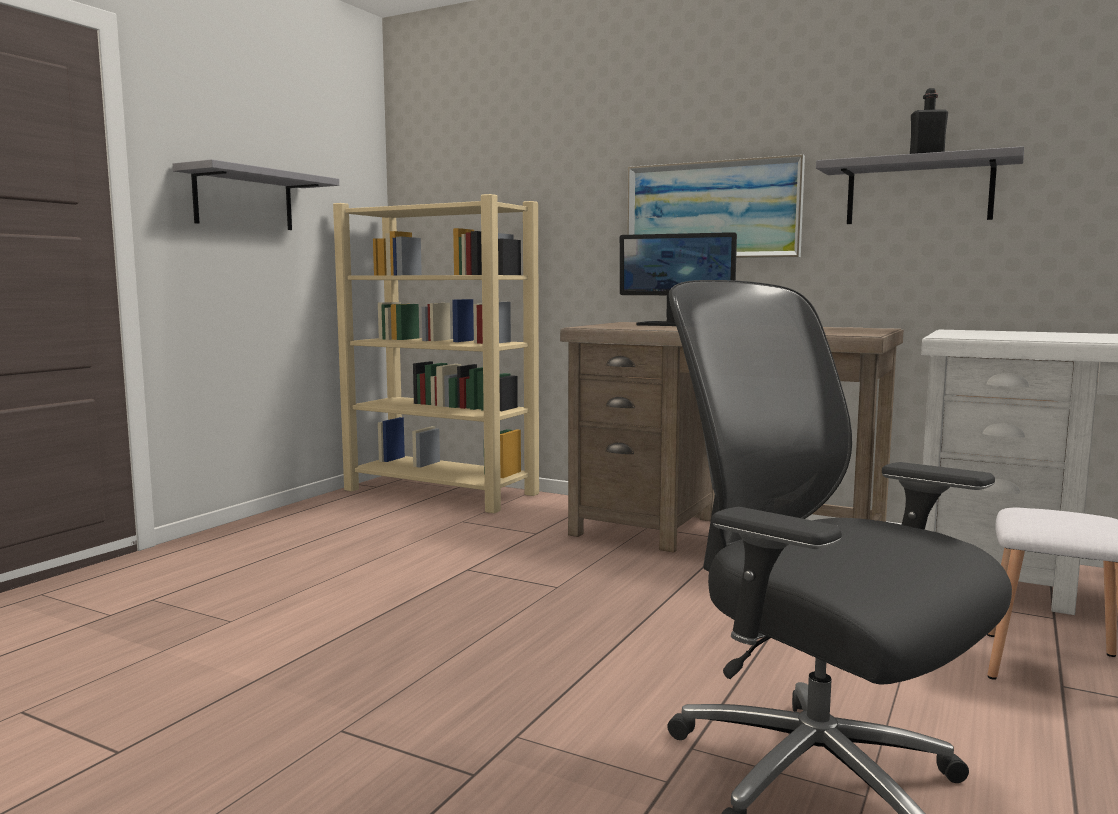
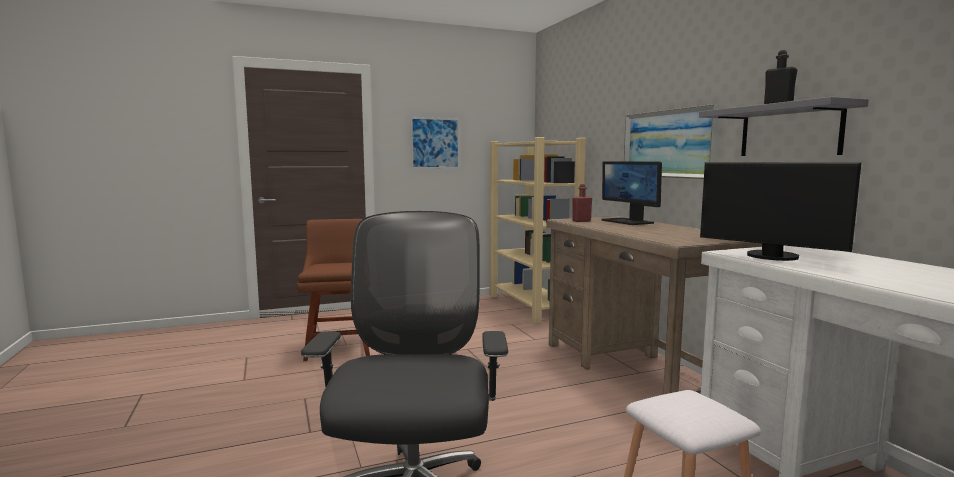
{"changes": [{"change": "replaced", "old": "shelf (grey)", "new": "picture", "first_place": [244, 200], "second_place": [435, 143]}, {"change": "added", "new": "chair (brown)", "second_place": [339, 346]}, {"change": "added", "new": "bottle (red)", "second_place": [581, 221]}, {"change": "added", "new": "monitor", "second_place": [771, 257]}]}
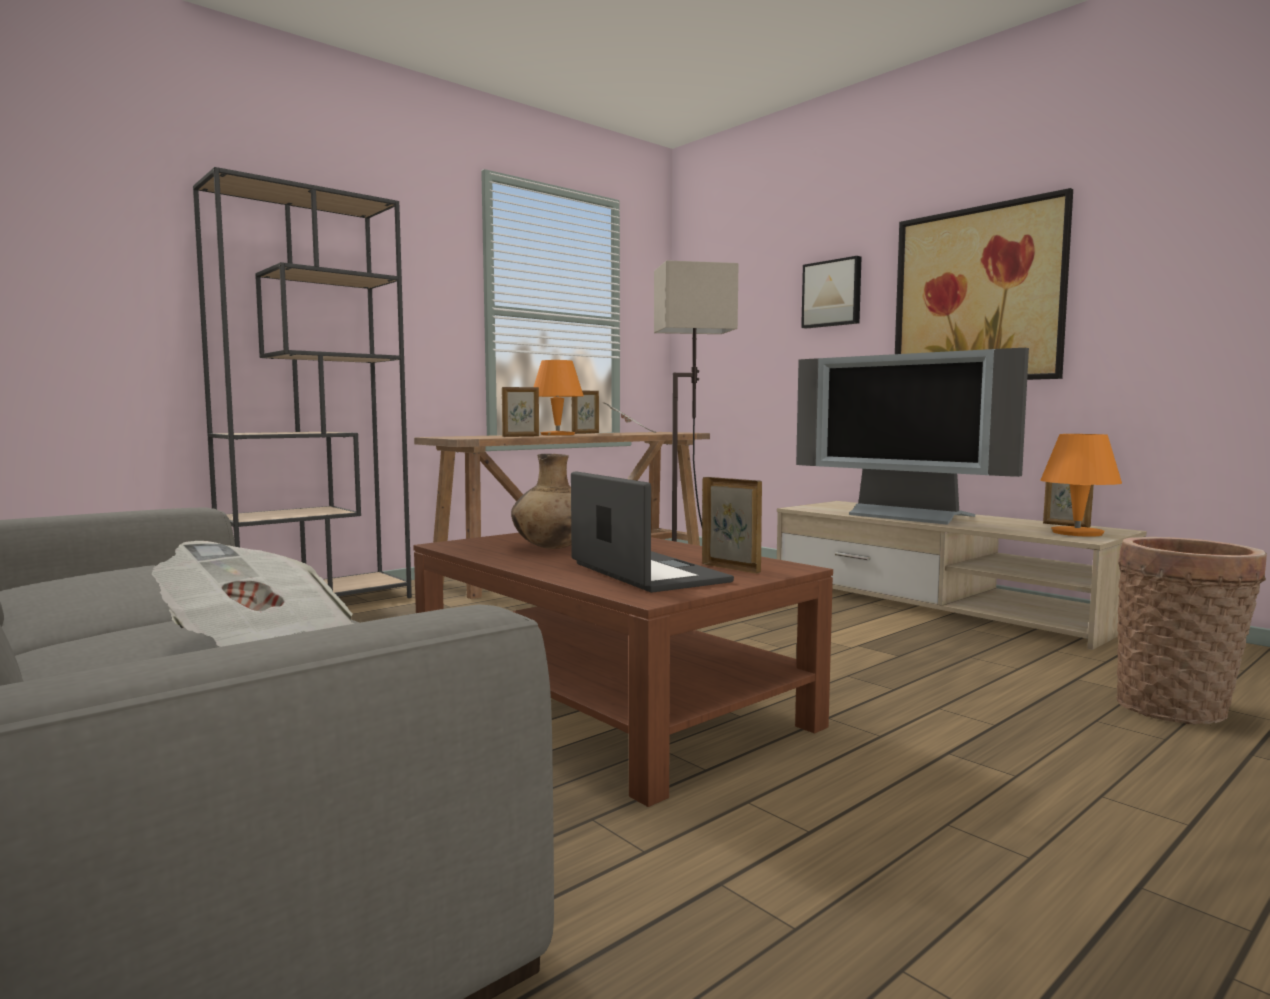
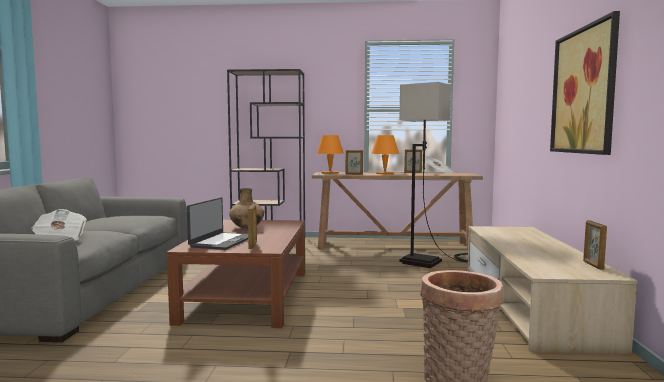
{"changes": [{"change": "removed", "old": "television", "first_place": [908, 517]}, {"change": "removed", "old": "picture", "first_place": [832, 293]}, {"change": "moved", "old": "table lamp (orange)", "first_place": [1076, 533], "second_place": [330, 173]}]}
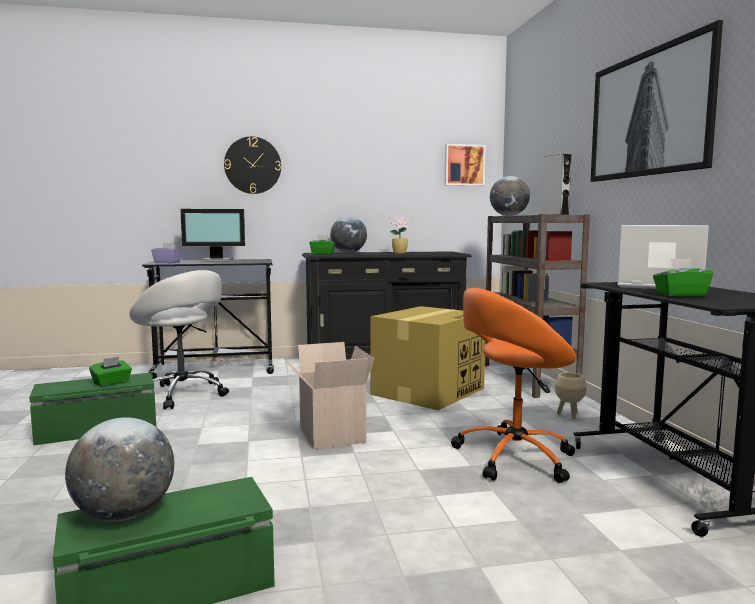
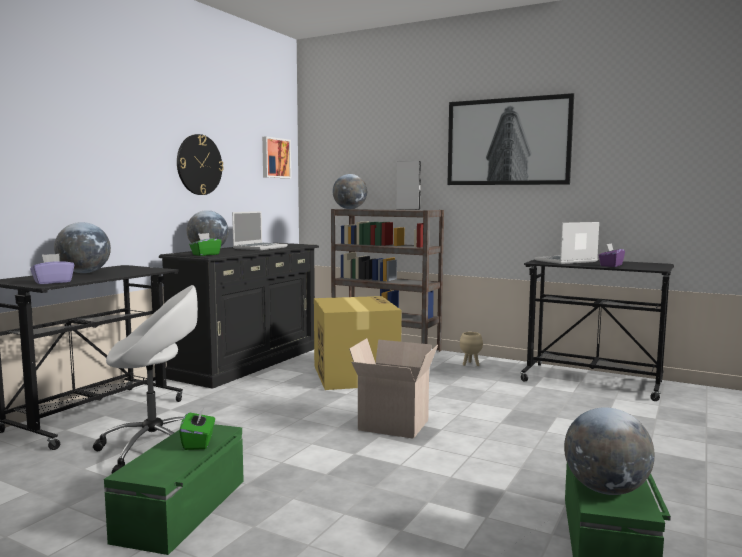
{"changes": [{"change": "replaced", "old": "monitor", "new": "globe", "first_place": [216, 260], "second_place": [84, 273]}, {"change": "moved", "old": "wall clock", "first_place": [252, 165], "second_place": [199, 164]}, {"change": "replaced", "old": "potted plant", "new": "laptop", "first_place": [400, 253], "second_place": [260, 248]}, {"change": "removed", "old": "office chair (orange)", "first_place": [511, 458]}, {"change": "recoloured", "old": "tissue box (green)", "new": "tissue box (purple)", "first_place": [680, 295], "second_place": [610, 265]}]}
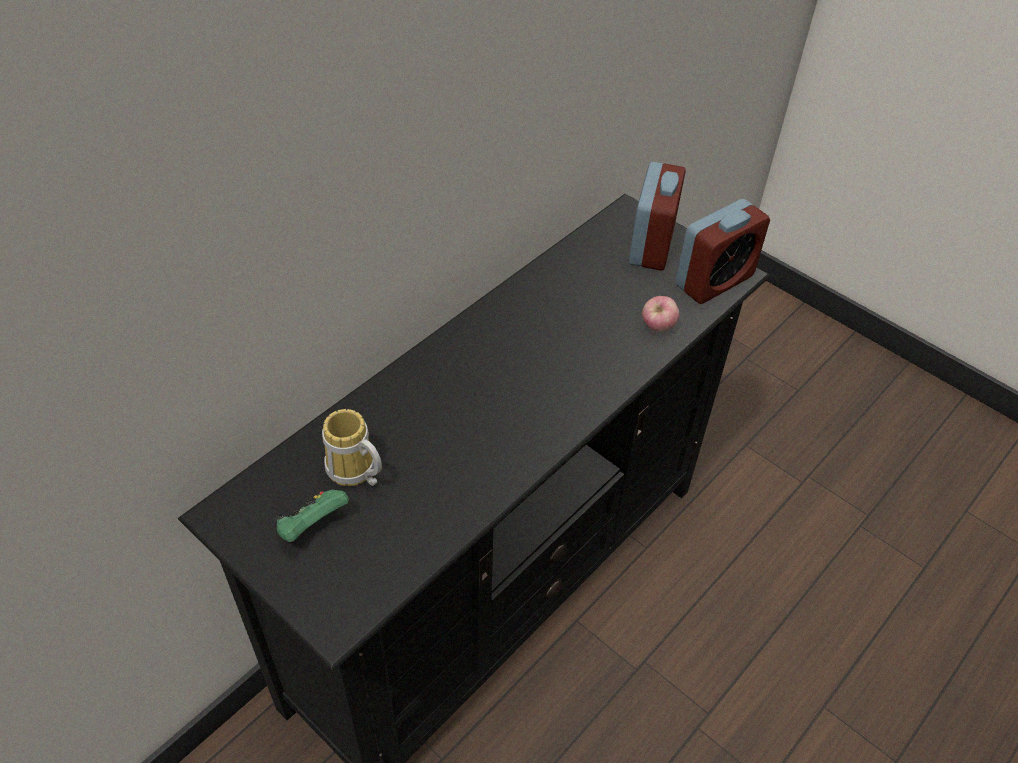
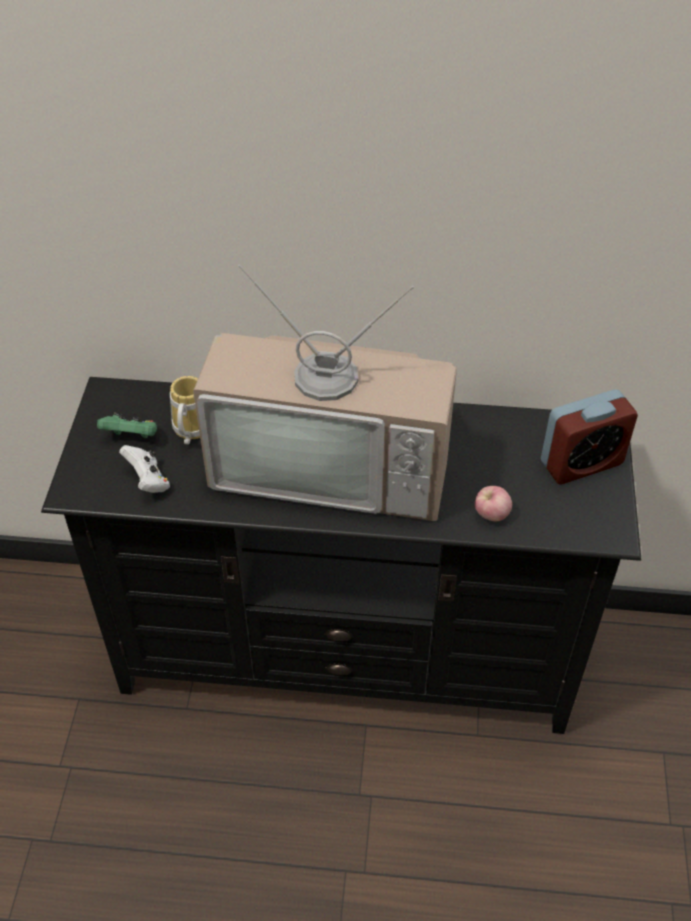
{"changes": [{"change": "removed", "old": "alarm clock", "first_place": [714, 281]}, {"change": "added", "new": "game controller (white)", "second_place": [148, 481]}, {"change": "added", "new": "television", "second_place": [333, 464]}]}
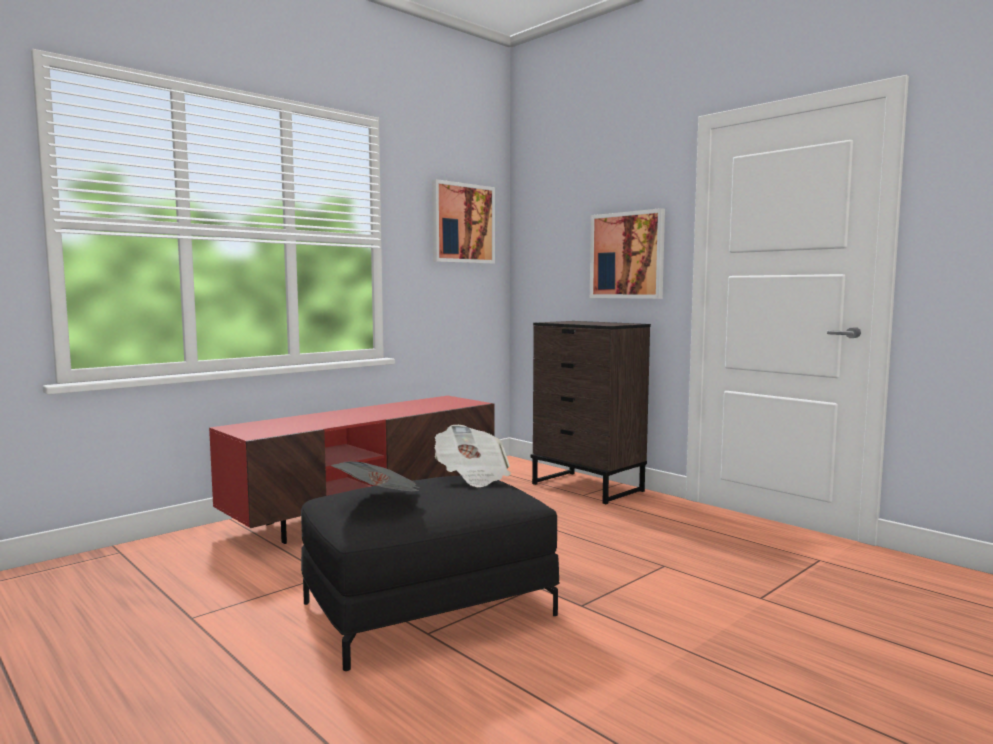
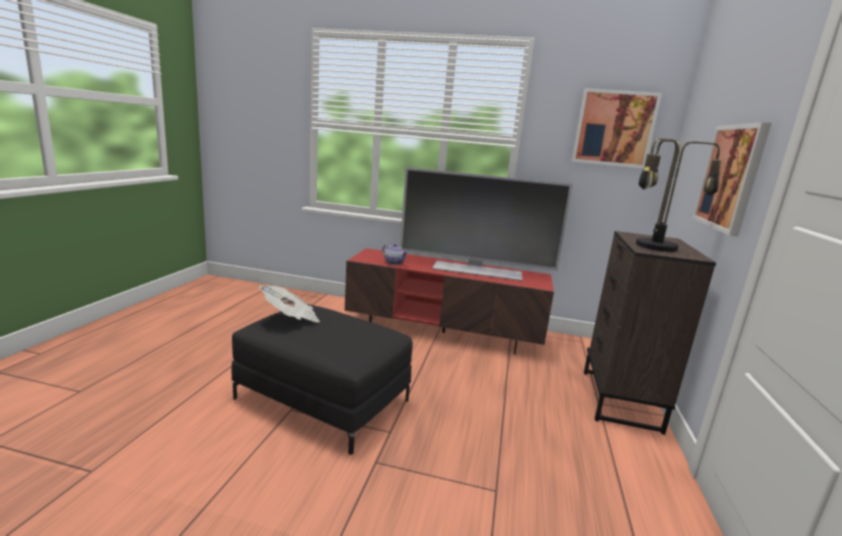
{"changes": [{"change": "removed", "old": "newspaper", "first_place": [472, 476]}, {"change": "added", "new": "teapot", "second_place": [394, 262]}, {"change": "added", "new": "television", "second_place": [477, 270]}, {"change": "added", "new": "table lamp", "second_place": [655, 246]}]}
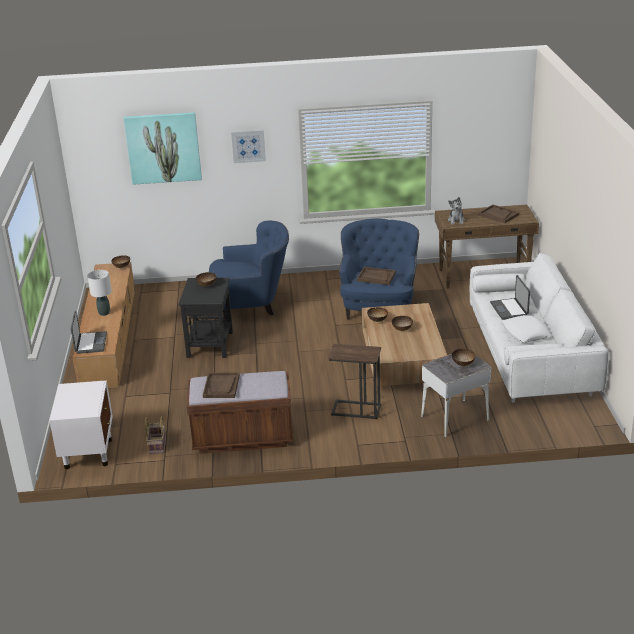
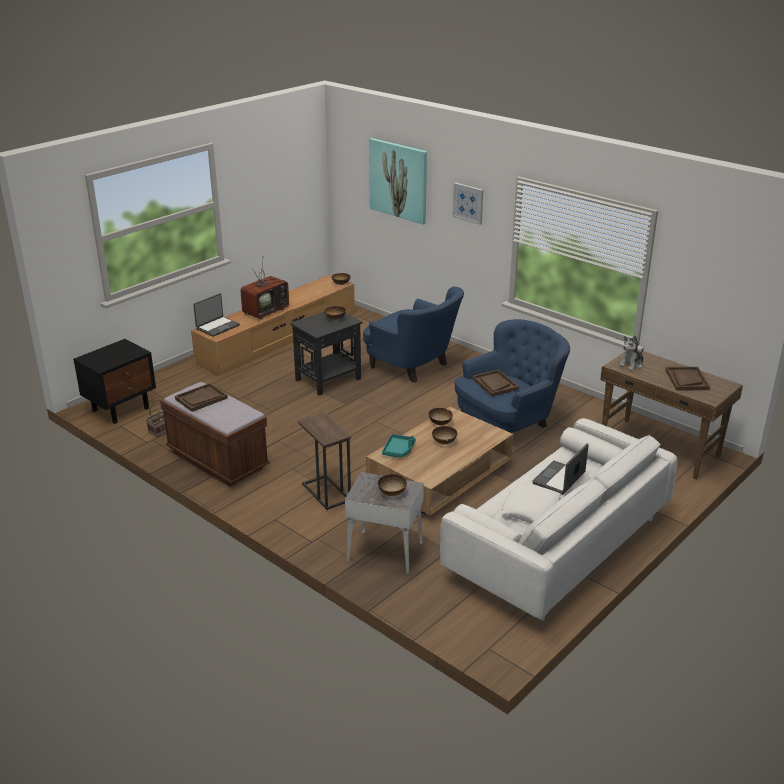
{"changes": [{"change": "recoloured", "old": "nightstand (white)", "new": "nightstand (black)", "first_place": [88, 453], "second_place": [121, 408]}, {"change": "replaced", "old": "table lamp (white)", "new": "television", "first_place": [104, 313], "second_place": [266, 311]}, {"change": "added", "new": "tray (turquoise)", "second_place": [399, 450]}]}
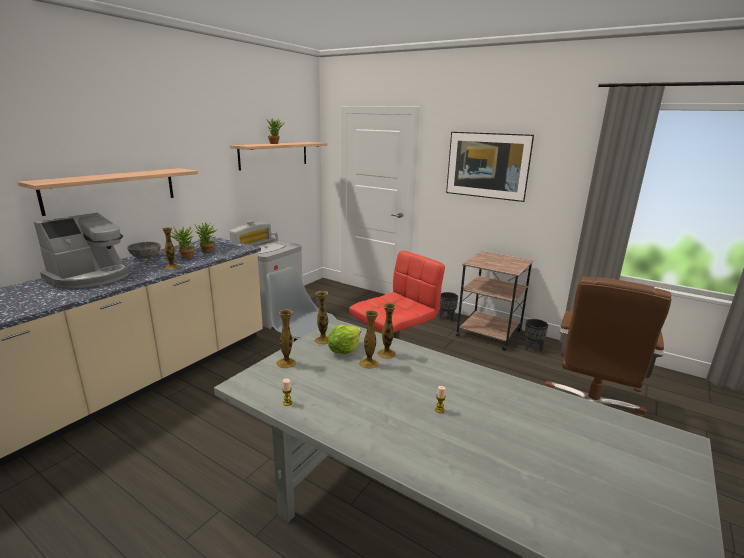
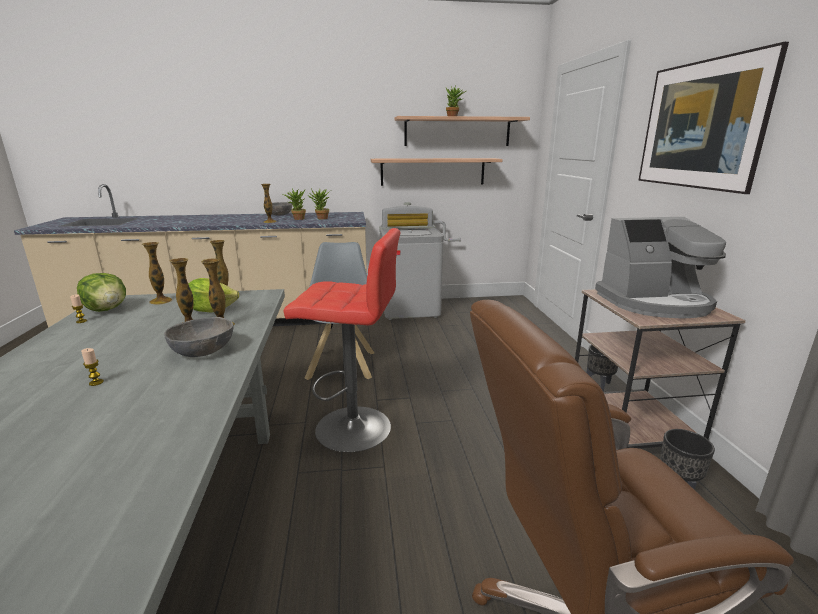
{"changes": [{"change": "moved", "old": "shelf", "first_place": [112, 190], "second_place": [432, 171]}, {"change": "moved", "old": "coffee machine", "first_place": [91, 277], "second_place": [654, 303]}, {"change": "added", "new": "lettuce", "second_place": [107, 309]}, {"change": "added", "new": "bowl (grey)", "second_place": [203, 351]}]}
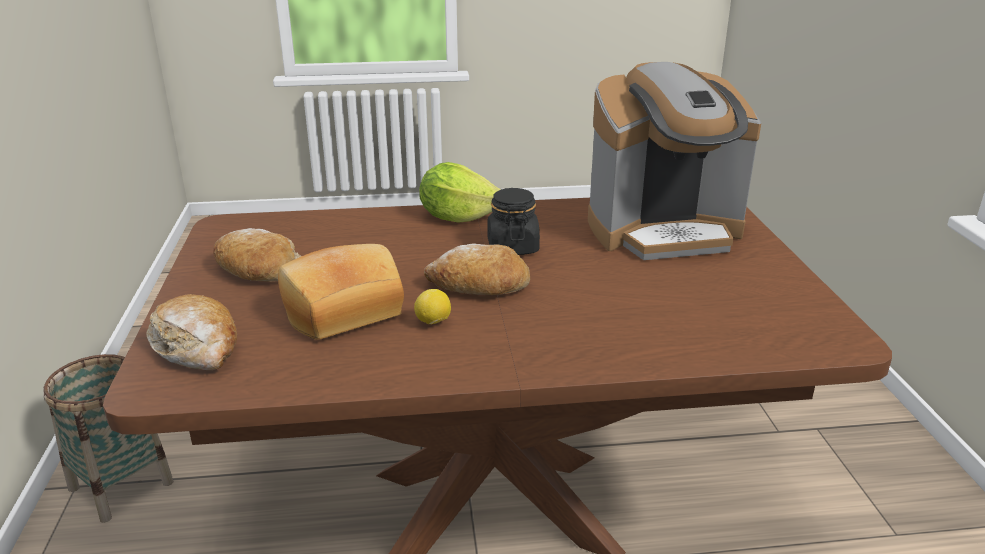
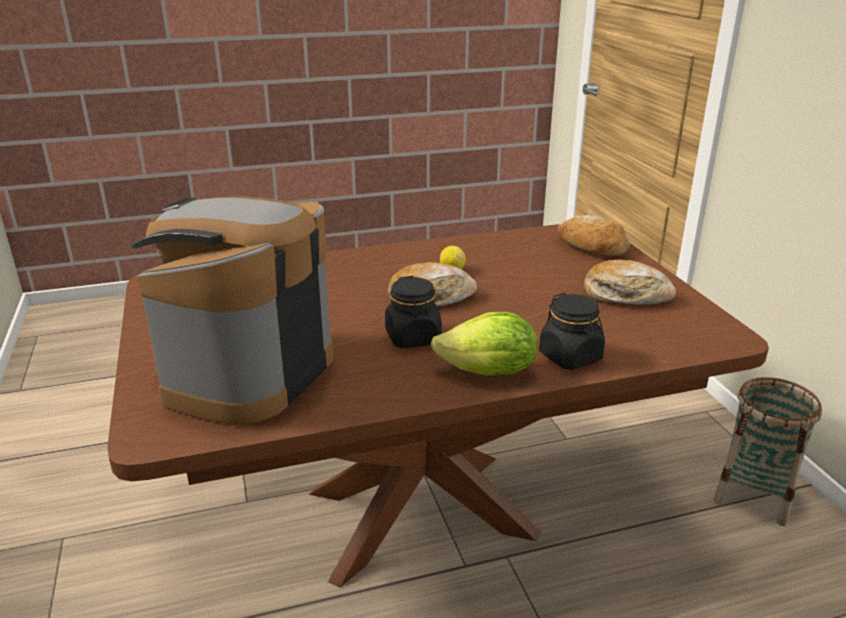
{"changes": [{"change": "removed", "old": "bread", "first_place": [341, 309]}, {"change": "turned", "old": "coffee machine", "first_place": [663, 231], "second_place": [246, 373], "degrees": -45}, {"change": "added", "new": "jar (black)", "second_place": [570, 357]}]}
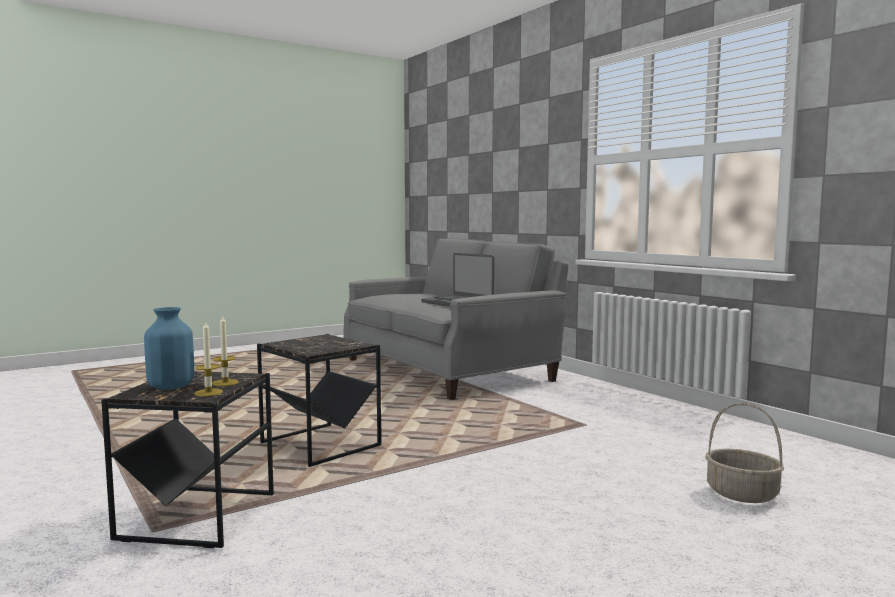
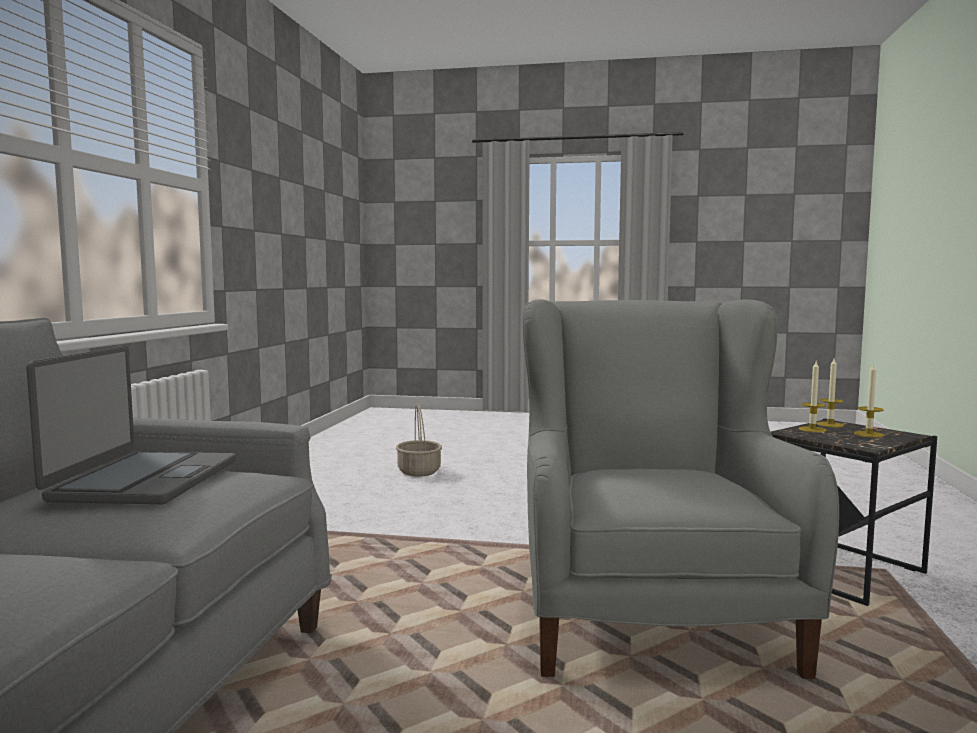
{"changes": [{"change": "replaced", "old": "vase (blue)", "new": "candle", "first_place": [172, 386], "second_place": [868, 434]}, {"change": "replaced", "old": "side table (black)", "new": "armchair (grey)", "first_place": [320, 445], "second_place": [647, 612]}]}
